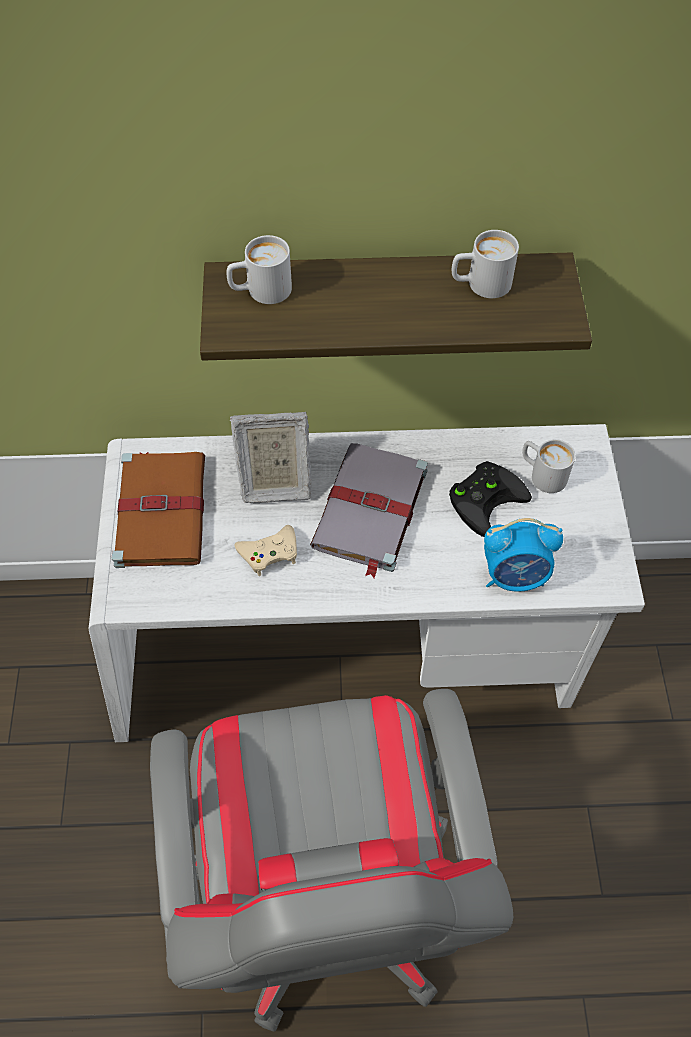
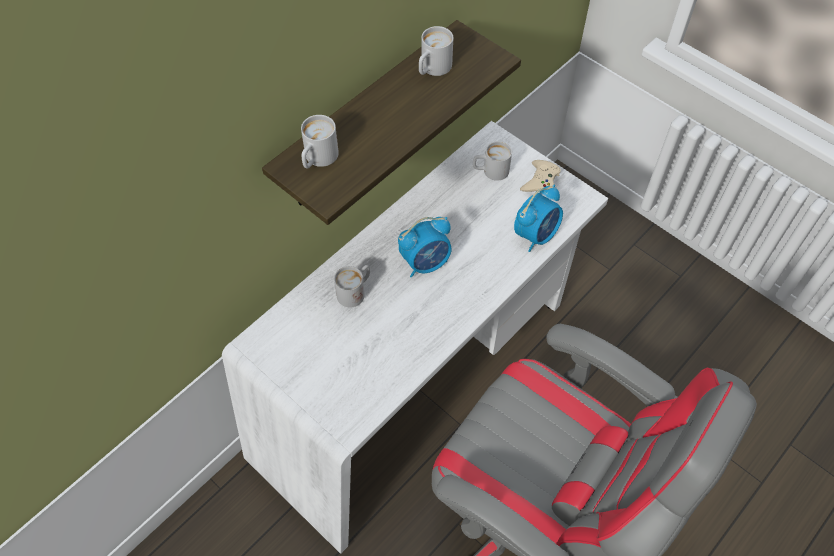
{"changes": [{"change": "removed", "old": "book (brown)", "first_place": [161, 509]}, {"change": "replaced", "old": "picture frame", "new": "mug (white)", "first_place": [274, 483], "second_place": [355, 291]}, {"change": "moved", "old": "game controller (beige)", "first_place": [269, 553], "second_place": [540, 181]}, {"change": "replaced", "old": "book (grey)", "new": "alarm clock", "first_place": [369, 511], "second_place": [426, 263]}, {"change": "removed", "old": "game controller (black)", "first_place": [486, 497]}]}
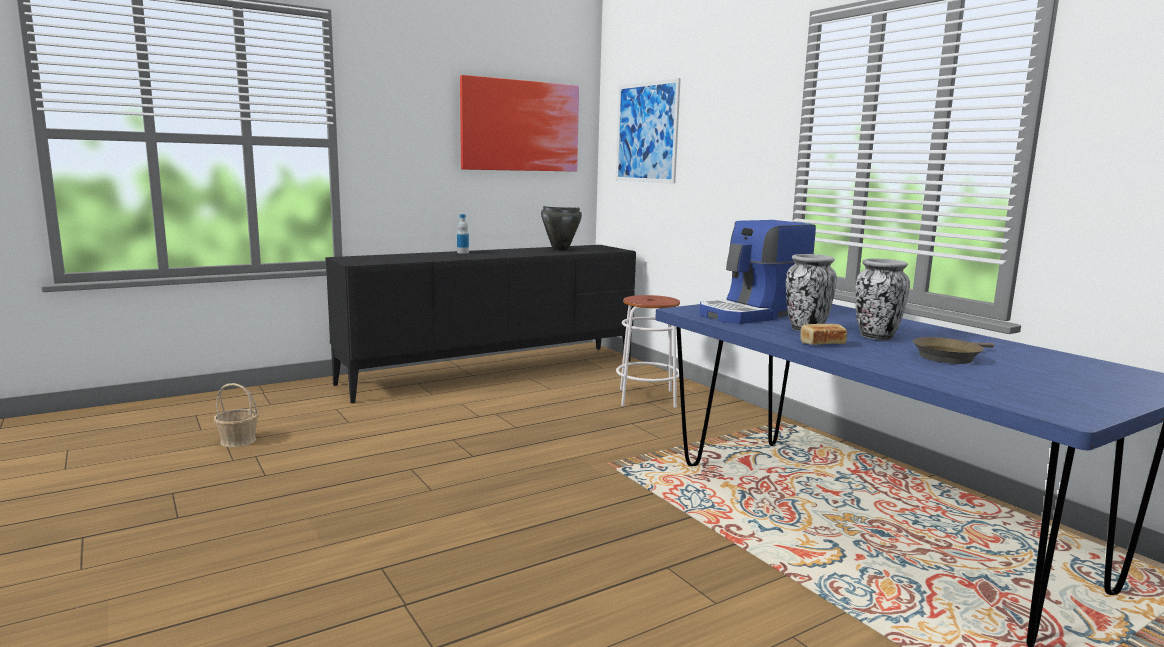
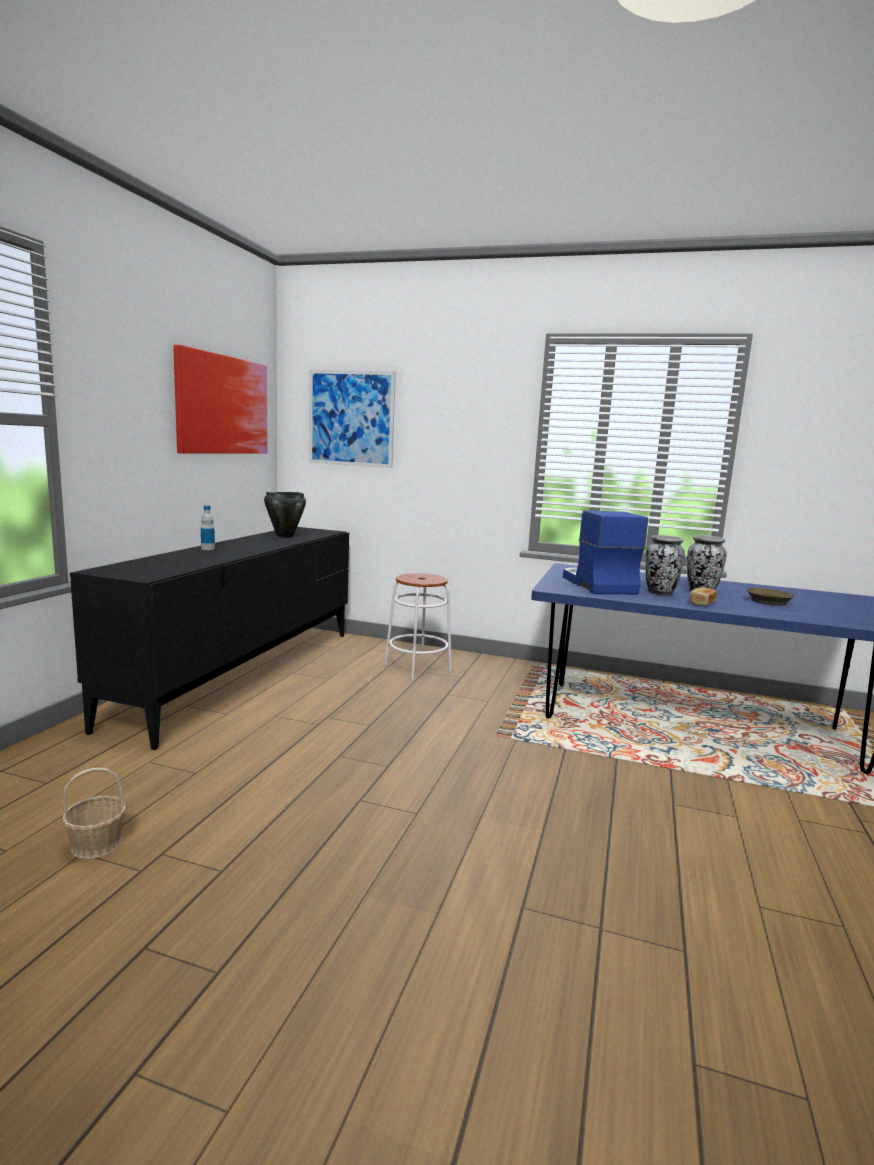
{"changes": [{"change": "turned", "old": "coffee machine", "first_place": [753, 314], "second_place": [597, 585], "degrees": 150}]}
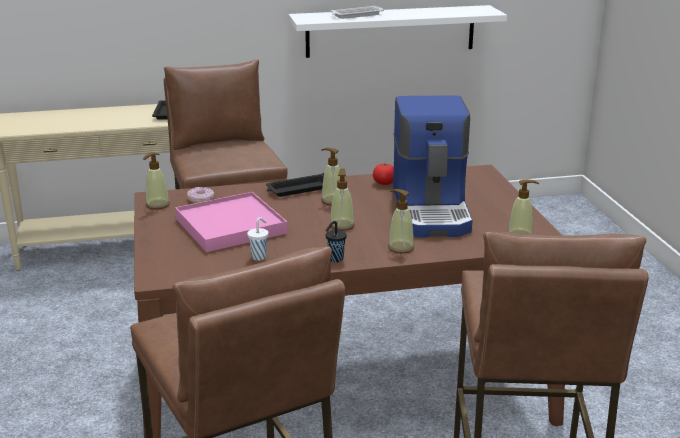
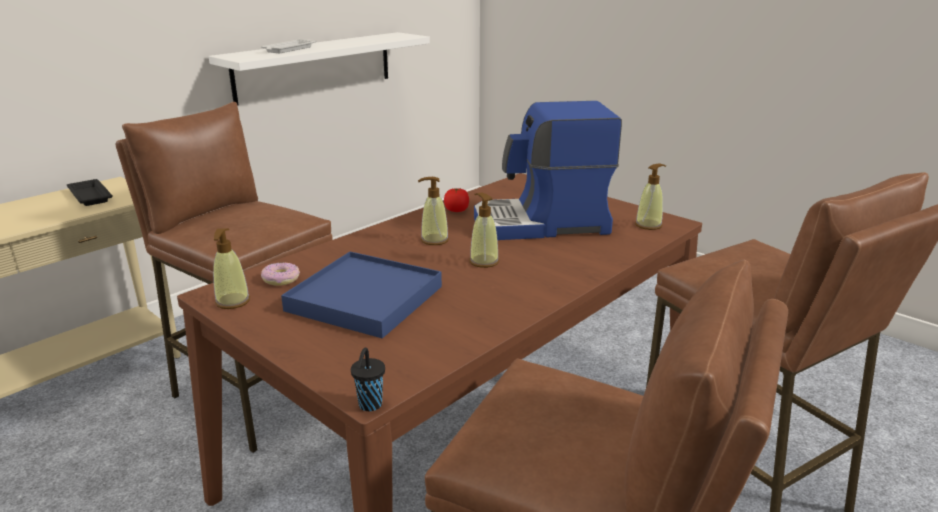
{"changes": [{"change": "recoloured", "old": "tray (pink)", "new": "tray (blue)", "first_place": [231, 226], "second_place": [365, 298]}, {"change": "removed", "old": "cup (white)", "first_place": [259, 257]}, {"change": "removed", "old": "tray (black)", "first_place": [299, 189]}, {"change": "moved", "old": "cup (black)", "first_place": [335, 259], "second_place": [369, 405]}, {"change": "removed", "old": "soap dispenser", "first_place": [400, 248]}, {"change": "turned", "old": "coffee machine", "first_place": [432, 211], "second_place": [542, 224], "degrees": 120}]}
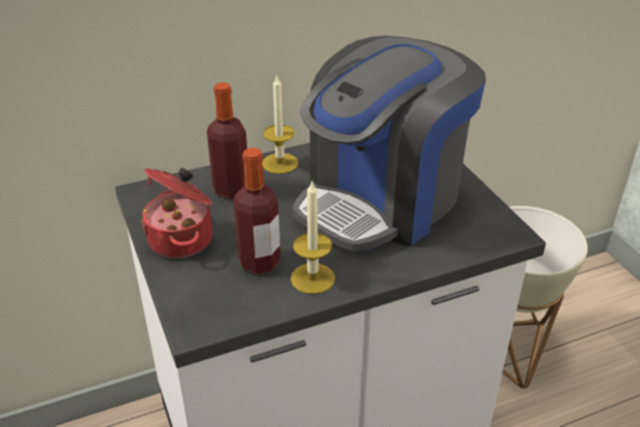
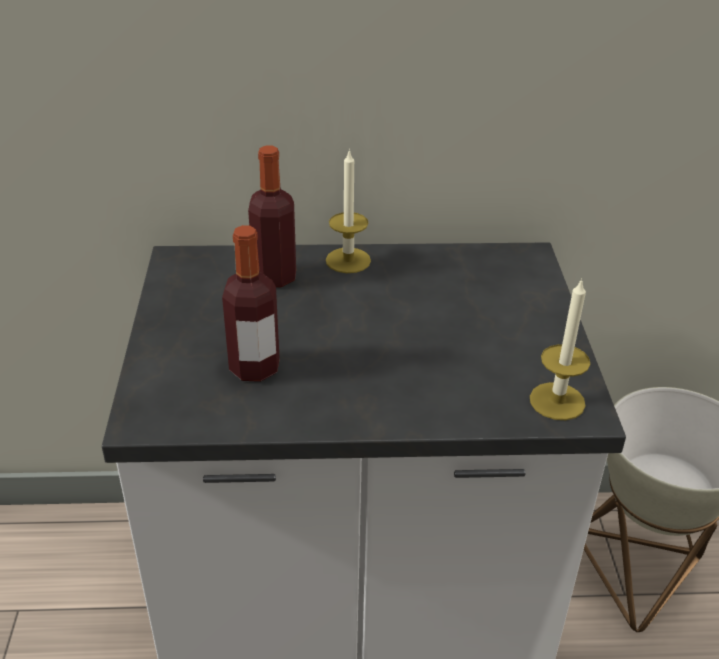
{"changes": [{"change": "removed", "old": "cooking pot", "first_place": [183, 239]}, {"change": "moved", "old": "candle", "first_place": [312, 278], "second_place": [557, 401]}, {"change": "removed", "old": "coffee machine", "first_place": [381, 200]}]}
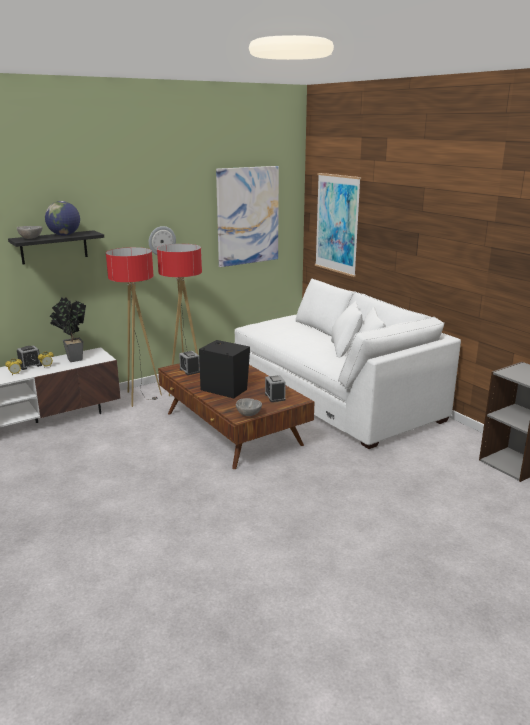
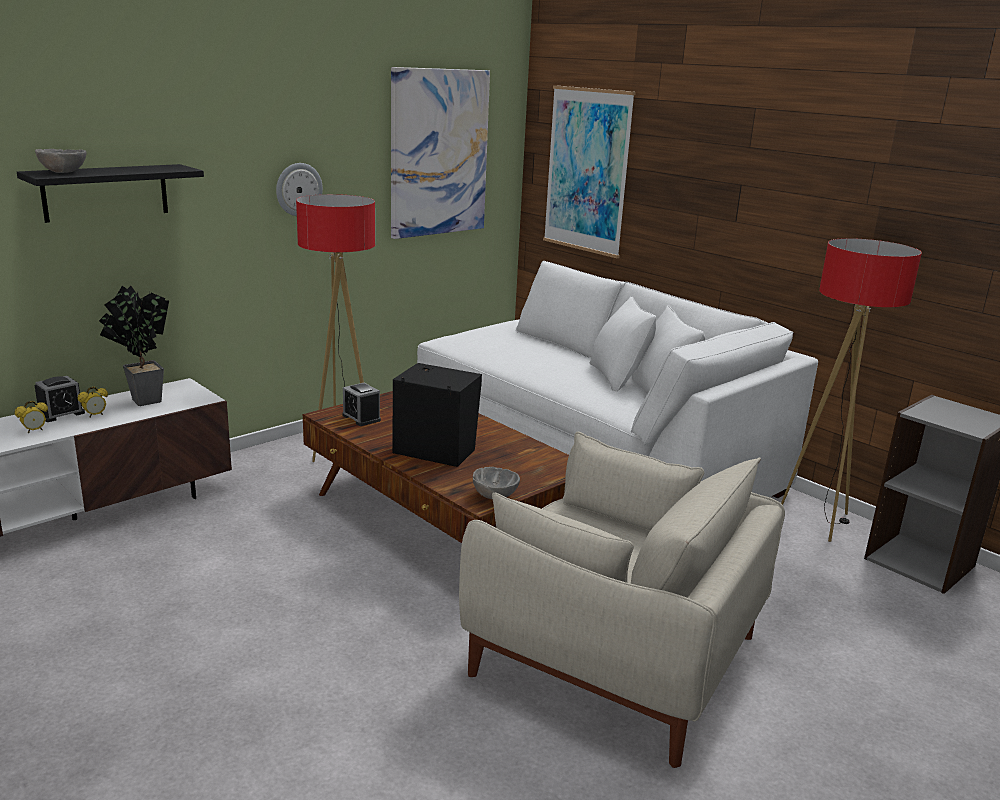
{"changes": [{"change": "removed", "old": "globe", "first_place": [64, 235]}, {"change": "moved", "old": "floor lamp", "first_place": [141, 398], "second_place": [818, 521]}, {"change": "removed", "old": "alarm clock", "first_place": [275, 397]}, {"change": "added", "new": "armchair (beige)", "second_place": [614, 654]}]}
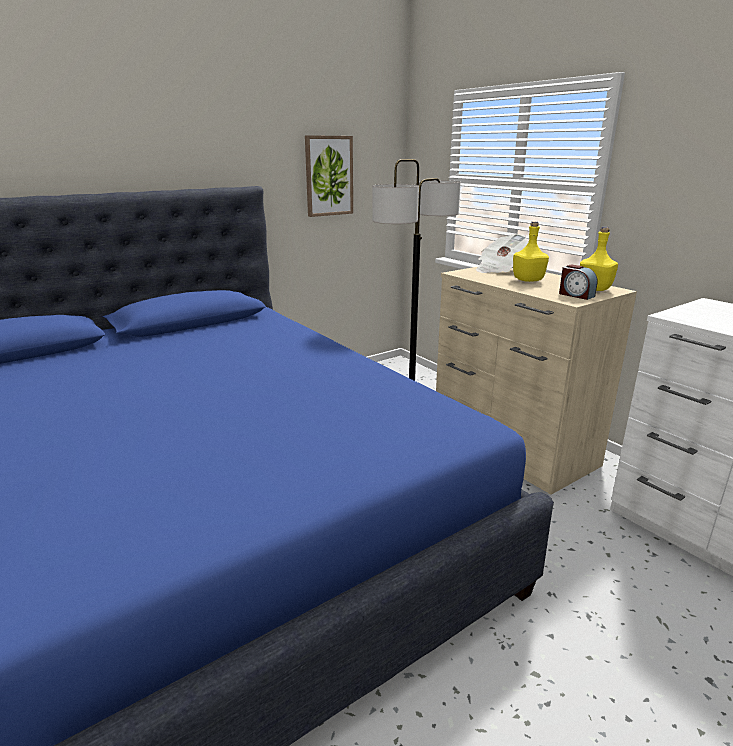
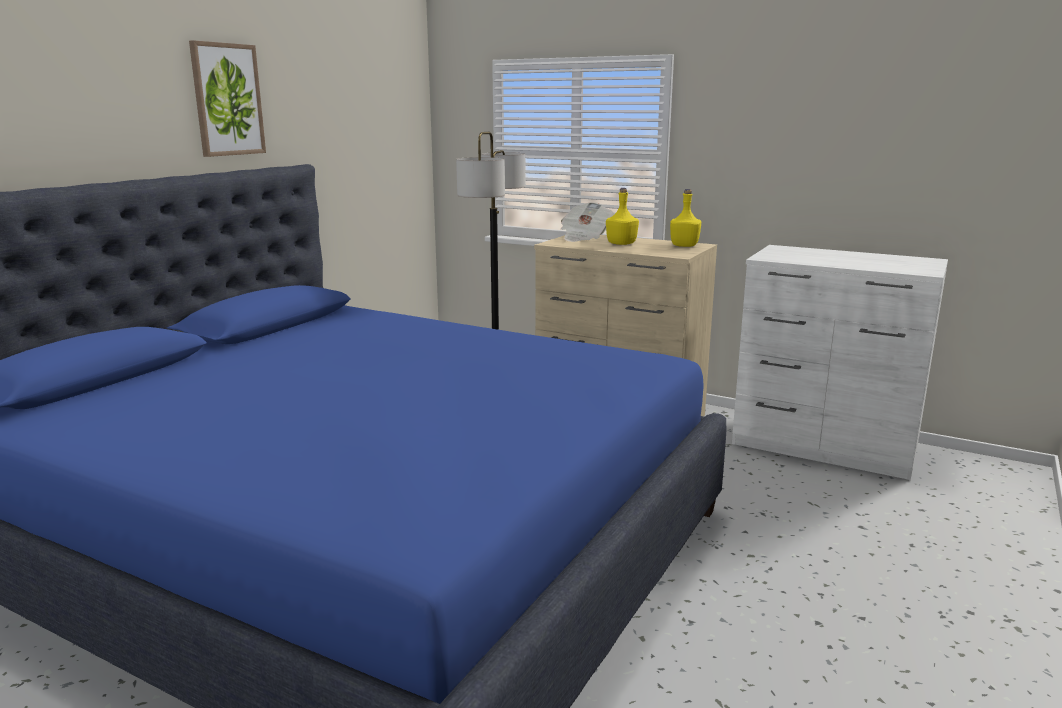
{"changes": [{"change": "moved", "old": "picture", "first_place": [329, 176], "second_place": [227, 100]}, {"change": "removed", "old": "alarm clock", "first_place": [576, 295]}]}
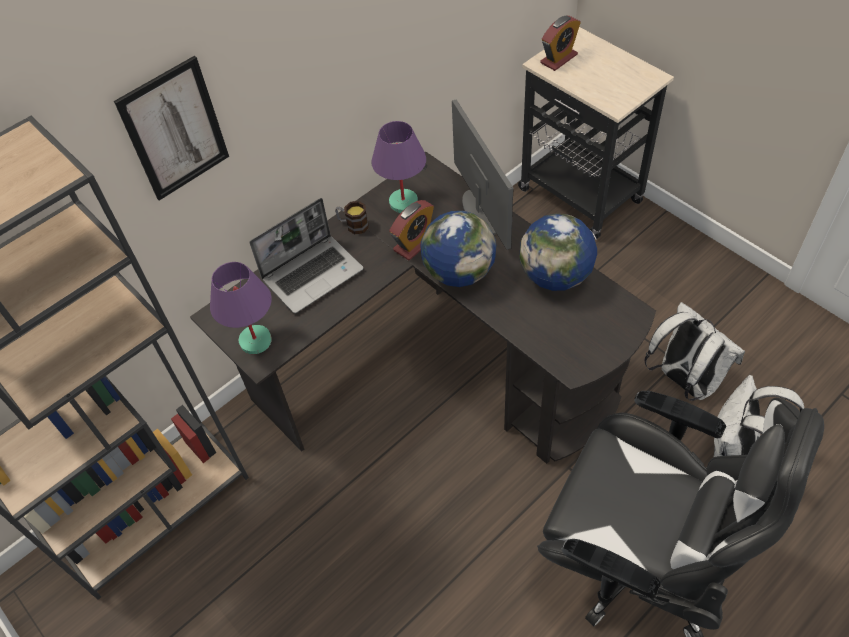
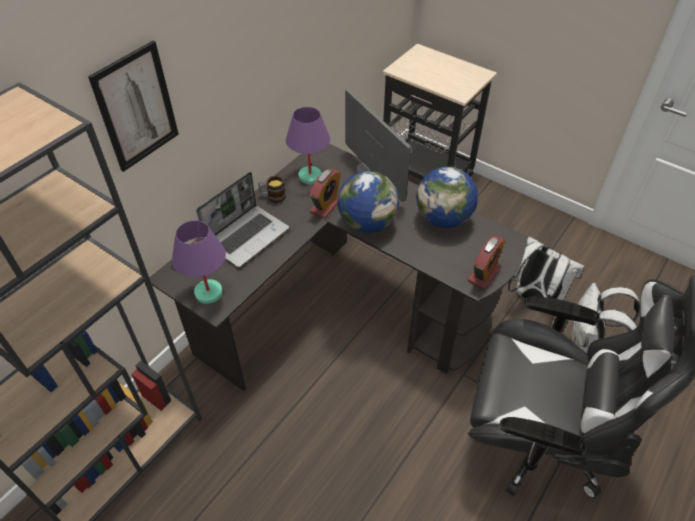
{"changes": [{"change": "moved", "old": "alarm clock", "first_place": [558, 59], "second_place": [484, 274]}]}
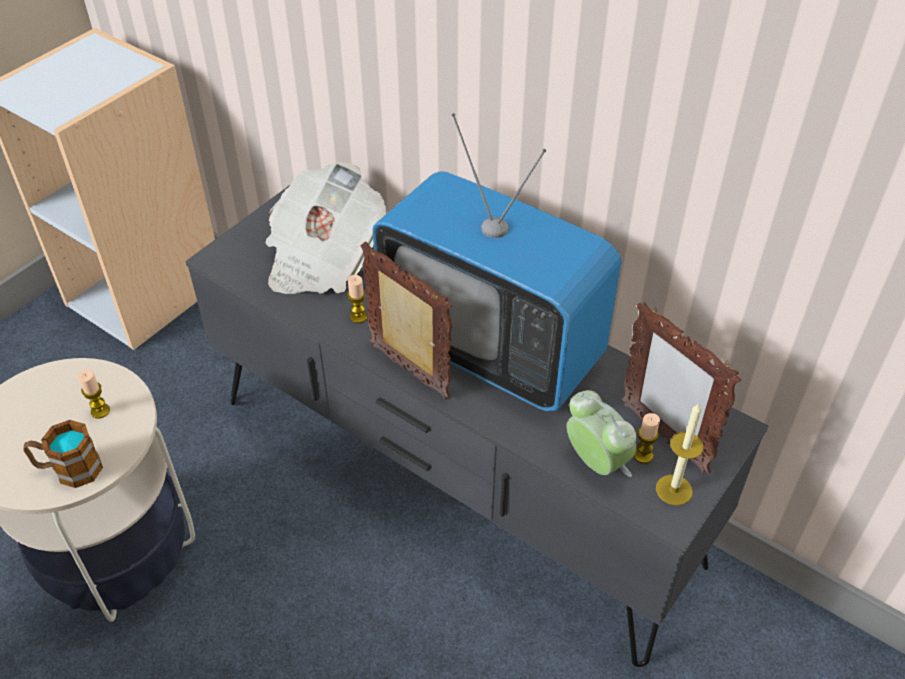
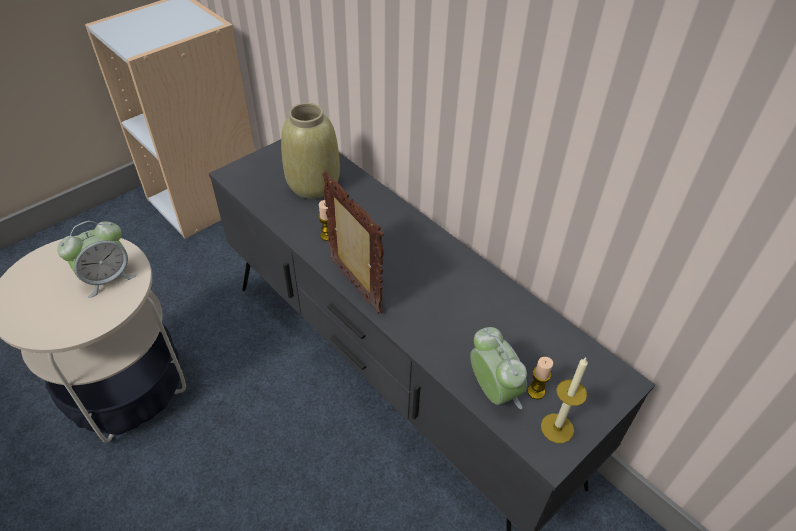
{"changes": [{"change": "removed", "old": "mug", "first_place": [69, 469]}, {"change": "replaced", "old": "candle", "new": "alarm clock", "first_place": [100, 411], "second_place": [107, 278]}, {"change": "replaced", "old": "newspaper", "new": "vase (beige)", "first_place": [322, 258], "second_place": [313, 185]}, {"change": "removed", "old": "television", "first_place": [491, 347]}, {"change": "removed", "old": "picture frame", "first_place": [663, 437]}]}
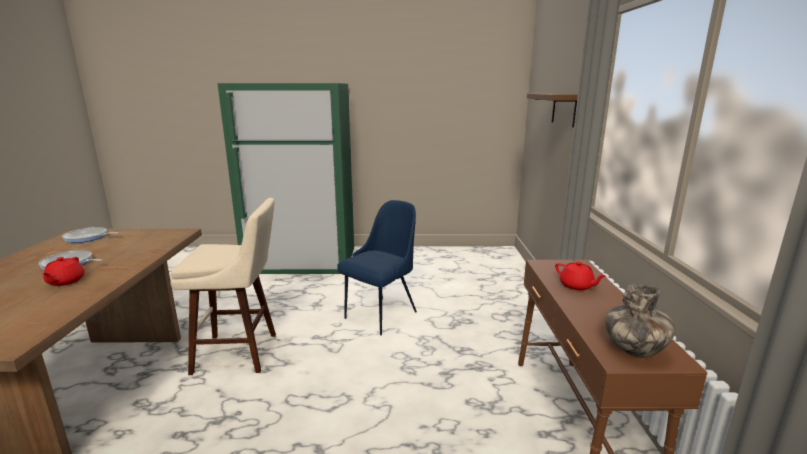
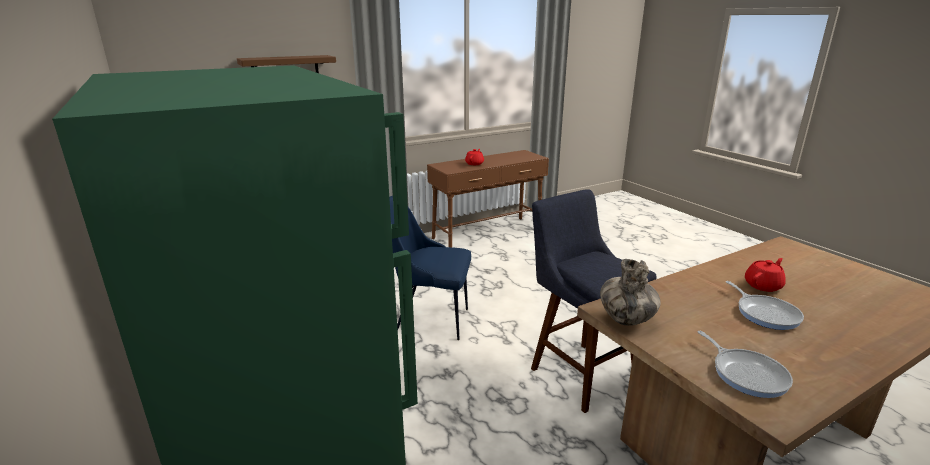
{"changes": [{"change": "recoloured", "old": "stool (beige)", "new": "stool (blue)", "first_place": [241, 353], "second_place": [579, 371]}, {"change": "moved", "old": "vase", "first_place": [634, 350], "second_place": [626, 320]}]}
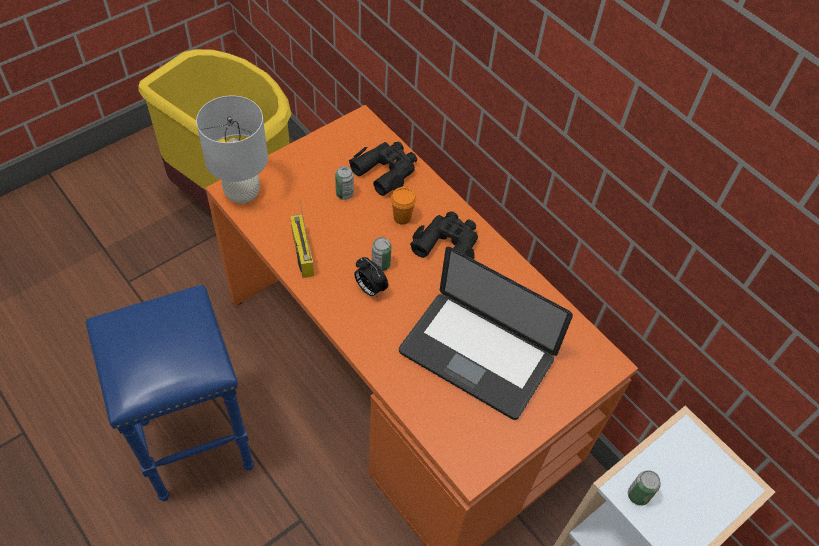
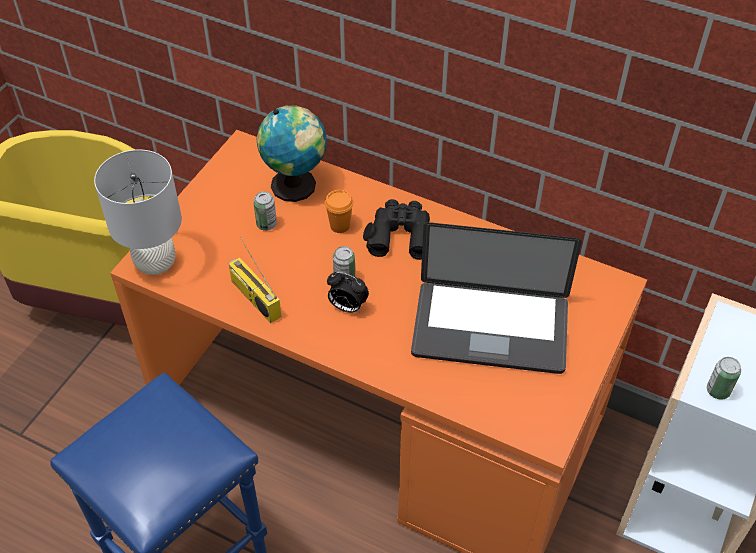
{"changes": [{"change": "replaced", "old": "binoculars (black)", "new": "globe", "first_place": [386, 170], "second_place": [296, 186]}]}
